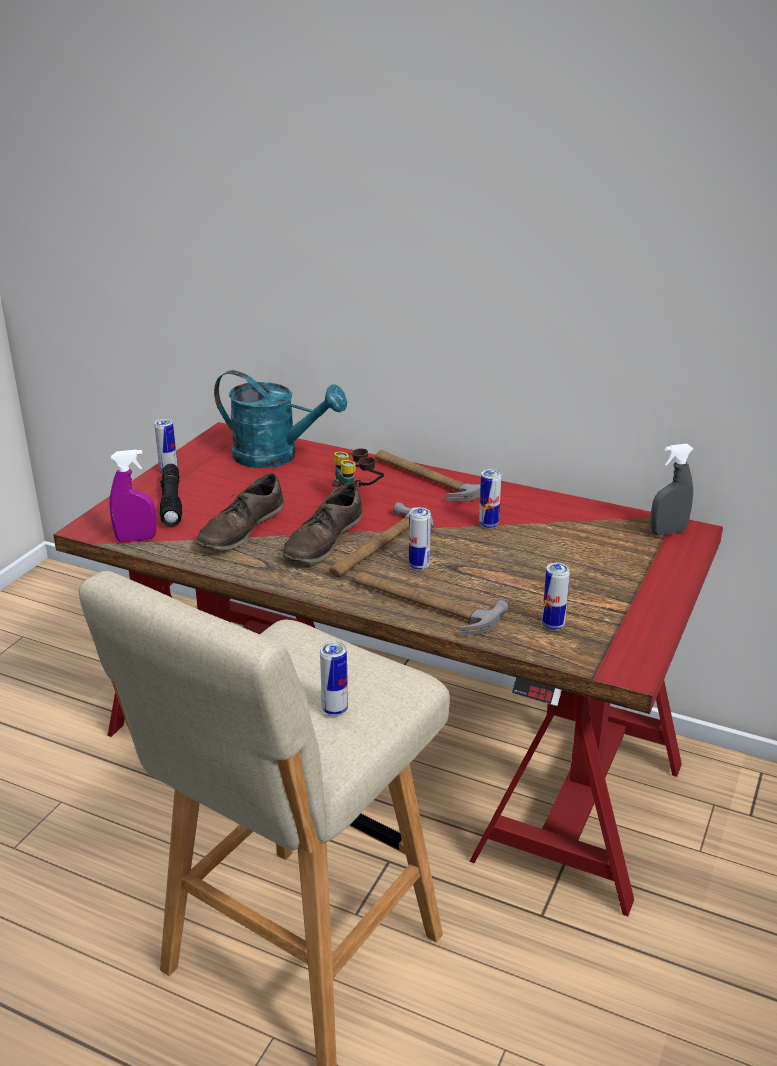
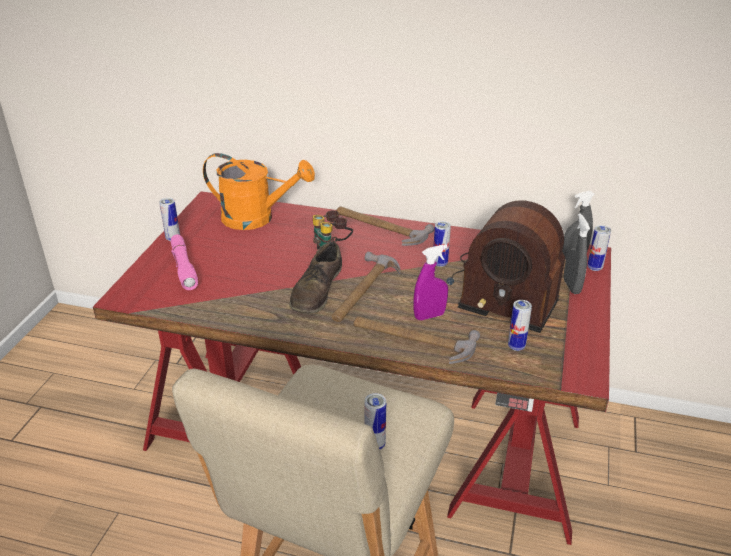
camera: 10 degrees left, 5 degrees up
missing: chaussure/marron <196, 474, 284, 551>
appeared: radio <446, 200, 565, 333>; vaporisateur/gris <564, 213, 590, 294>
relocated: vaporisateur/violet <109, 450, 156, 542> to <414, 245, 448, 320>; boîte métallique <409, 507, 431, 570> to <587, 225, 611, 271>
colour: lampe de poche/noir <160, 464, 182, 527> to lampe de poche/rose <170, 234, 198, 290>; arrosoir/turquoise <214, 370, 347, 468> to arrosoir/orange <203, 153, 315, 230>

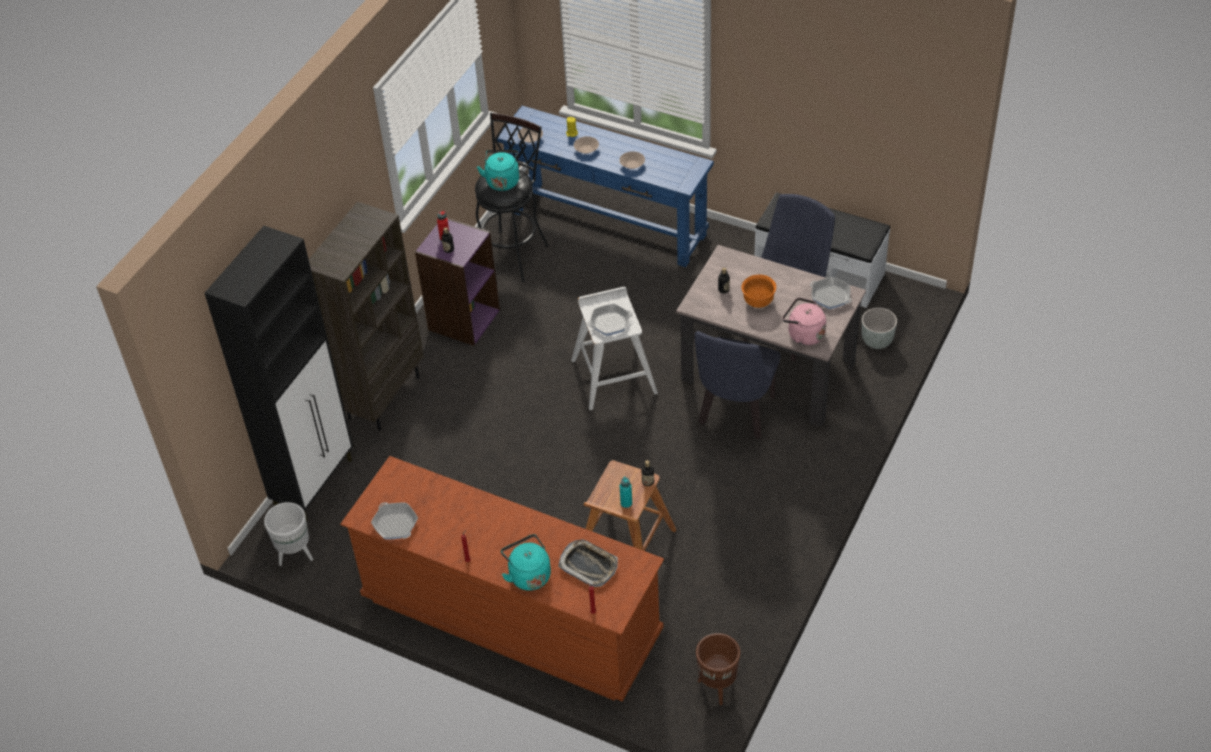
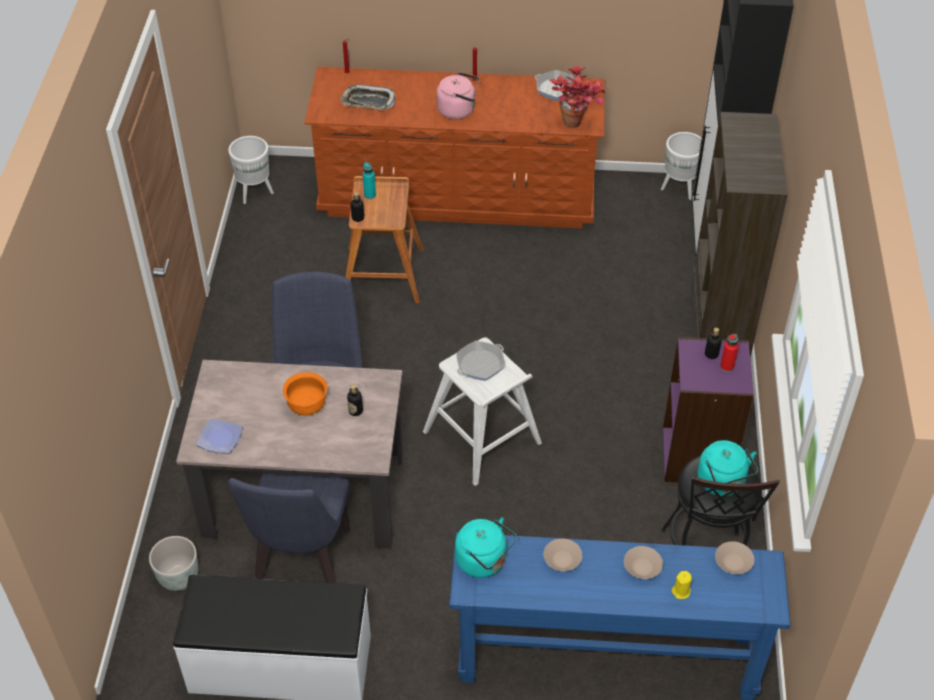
camera: 155 degrees right, 0 degrees up
appeared: plante en pot <549, 65, 606, 128>
relocated: bouilloire/turquoise <501, 534, 551, 591> to <455, 517, 517, 578>; bouilloire/rose <782, 297, 826, 346> to <436, 72, 480, 119>
exchanged: poêle <810, 277, 852, 309> to assiette <197, 419, 243, 453>
colour: cache-pot/marron <696, 633, 740, 705> to cache-pot/blanc <228, 136, 274, 204>

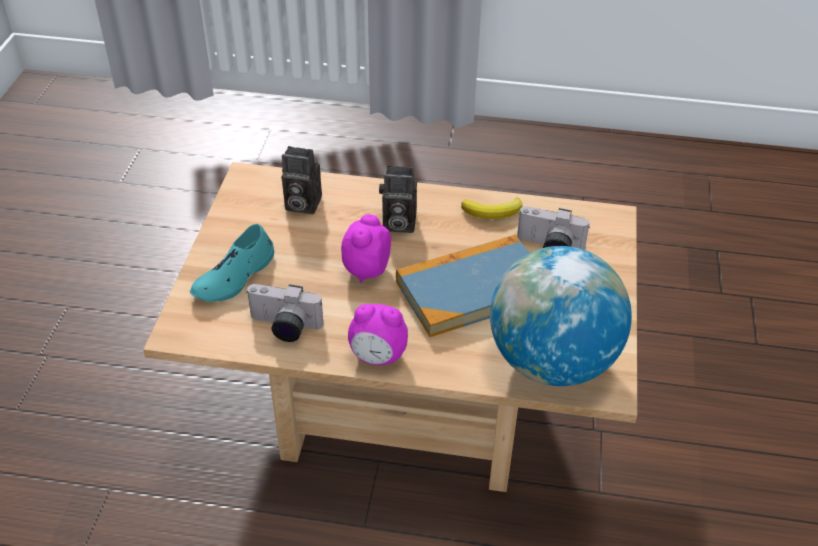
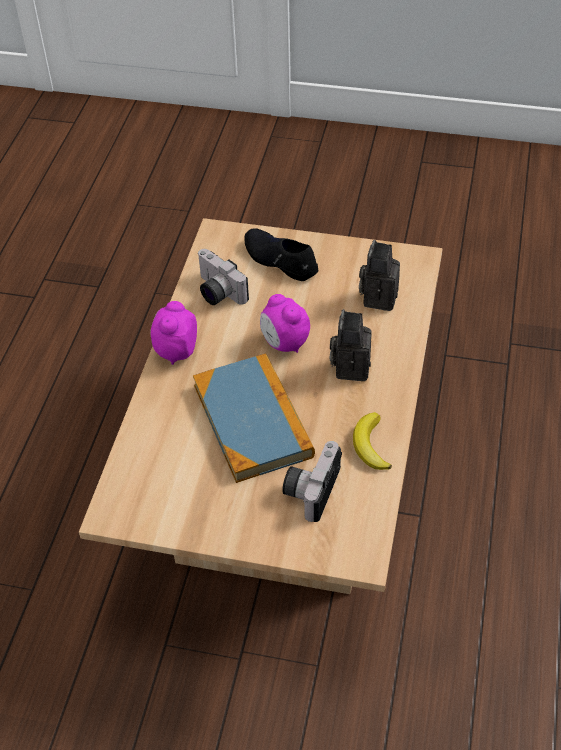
camera: 95 degrees right, 5 degrees up
missing: globe <490, 246, 632, 386>
colour: chaussure/turquoise <190, 223, 274, 302> to chaussure/noir <245, 228, 318, 281>
spun: appareil photo <247, 284, 323, 342> = <198, 249, 249, 305> 60 degrees counterclockwise; réveil <341, 214, 391, 283> = <260, 294, 310, 353> 150 degrees counterclockwise

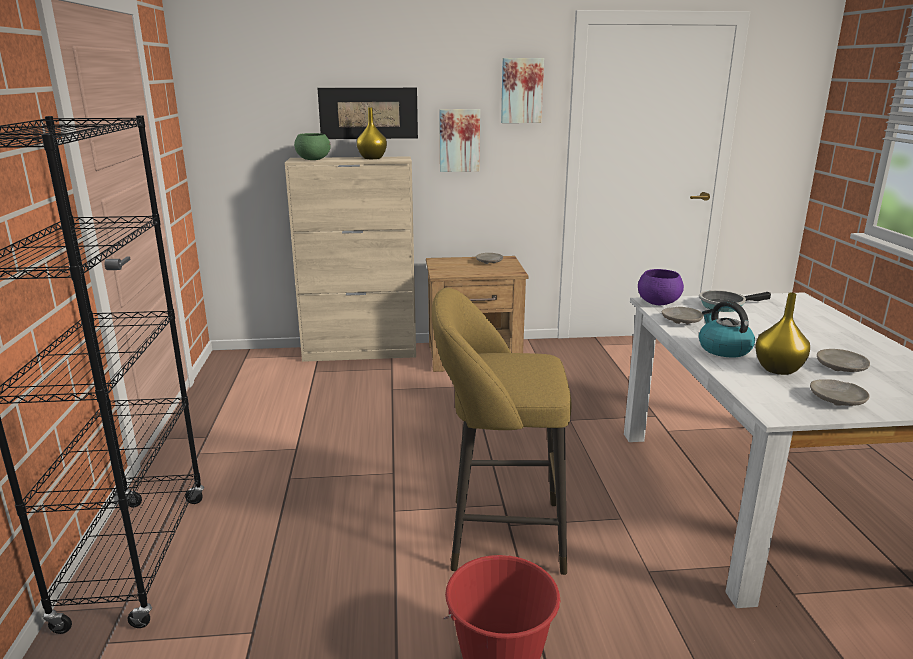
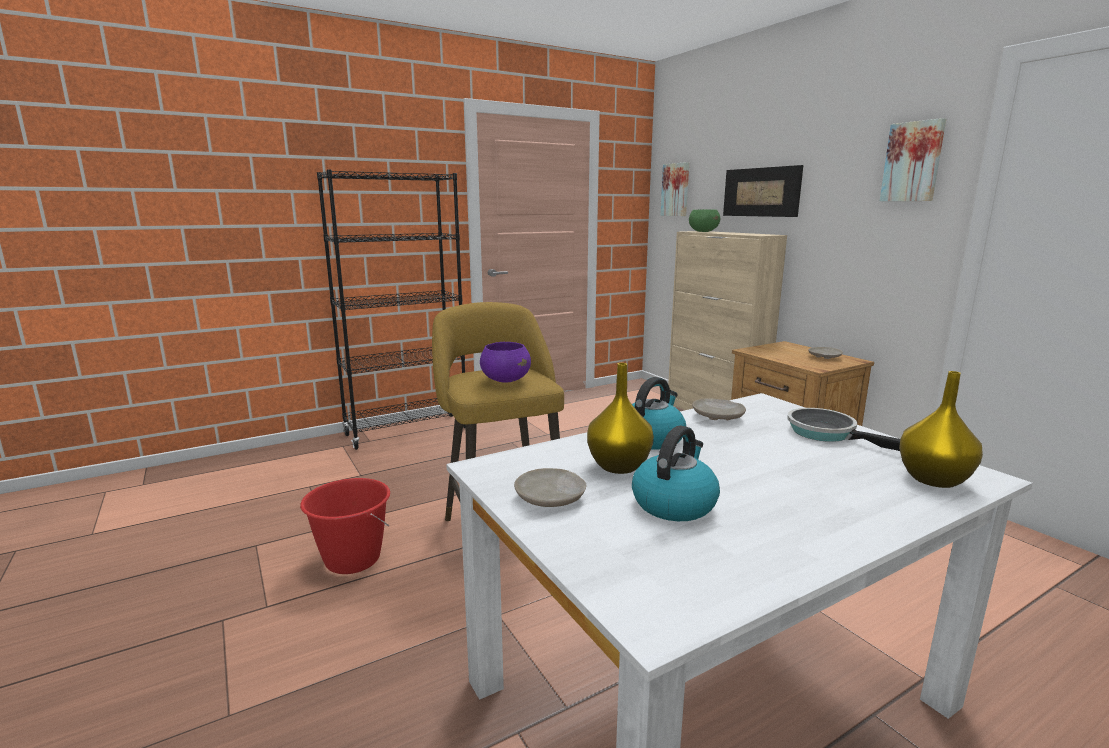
camera: 65 degrees right, 5 degrees down
relocated: vase/jaune <357, 107, 387, 159> to <899, 371, 983, 488>; tableau <439, 109, 480, 172> to <661, 162, 689, 216>; bol/violet <638, 269, 684, 305> to <480, 342, 531, 383>
exchanged: assiette/beige <817, 349, 870, 372> to bouilloire <632, 425, 720, 521>

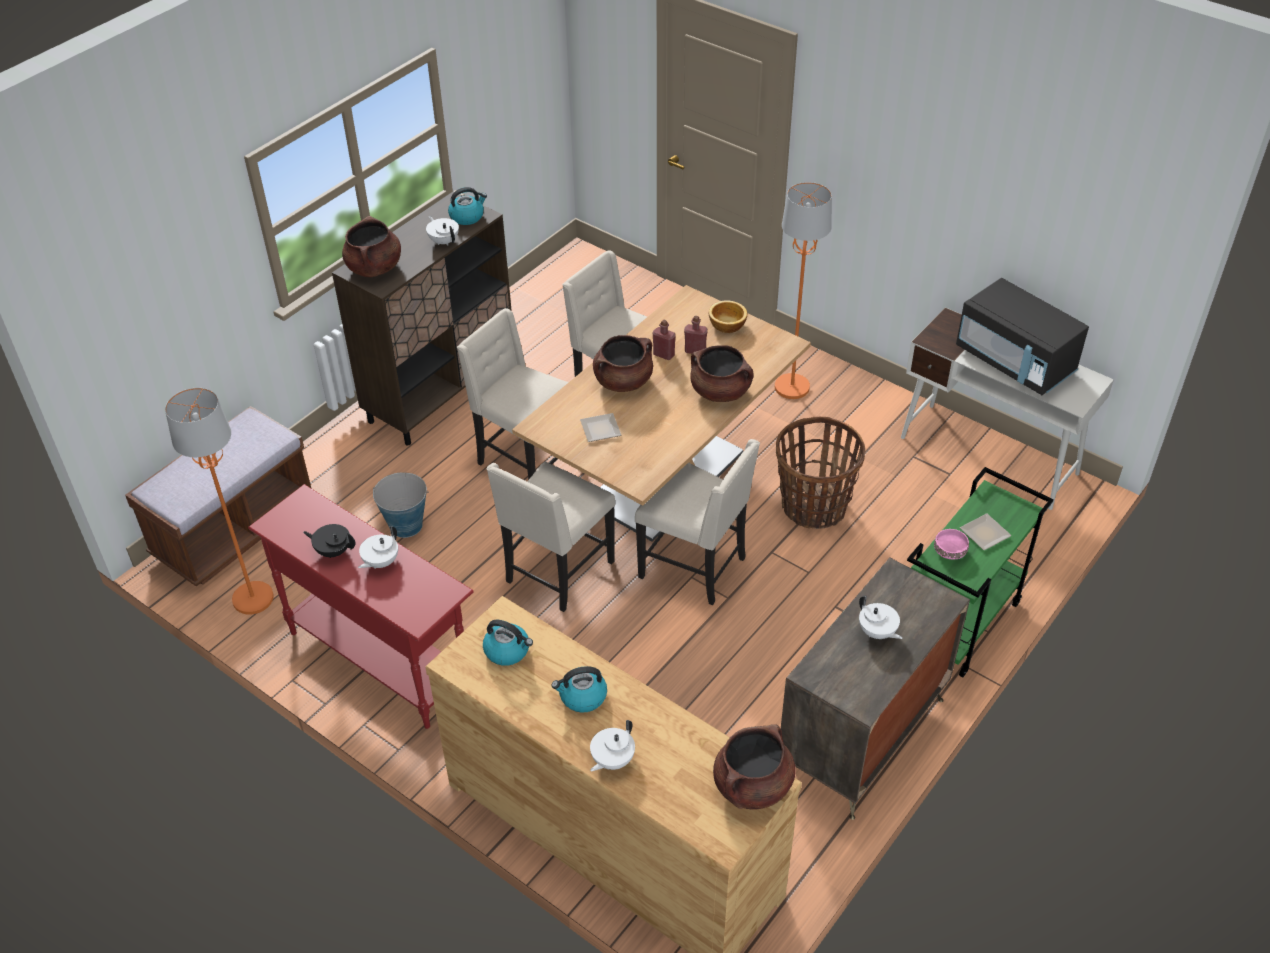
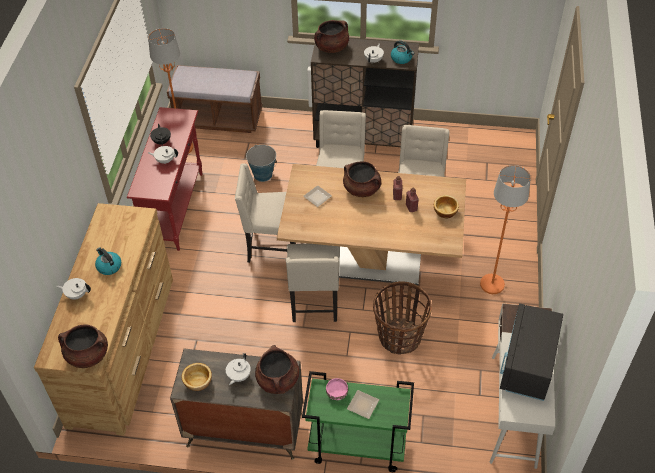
camera: 60 degrees right, 5 degrees up
missing: bouilloire <483, 620, 533, 666>
appeared: bol <182, 363, 212, 391>
relocated: marmite/marron <690, 345, 754, 402> to <255, 345, 299, 394>

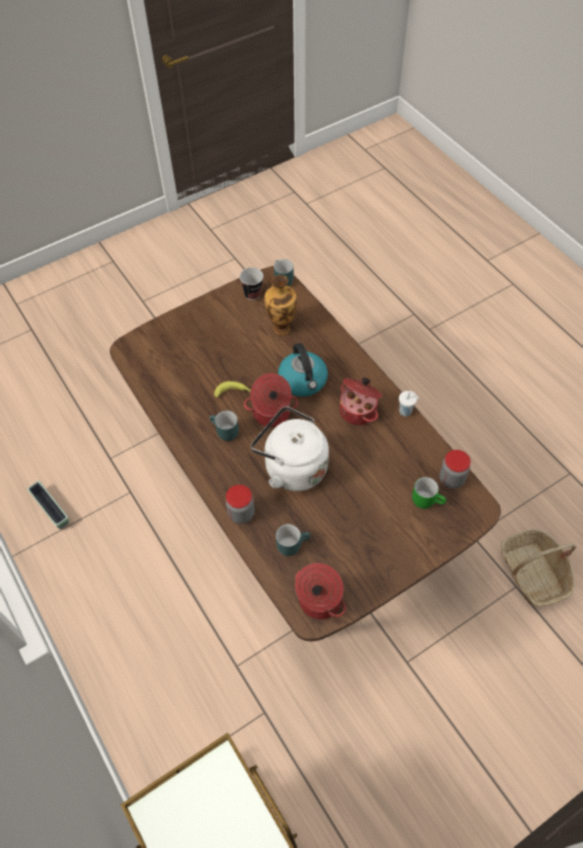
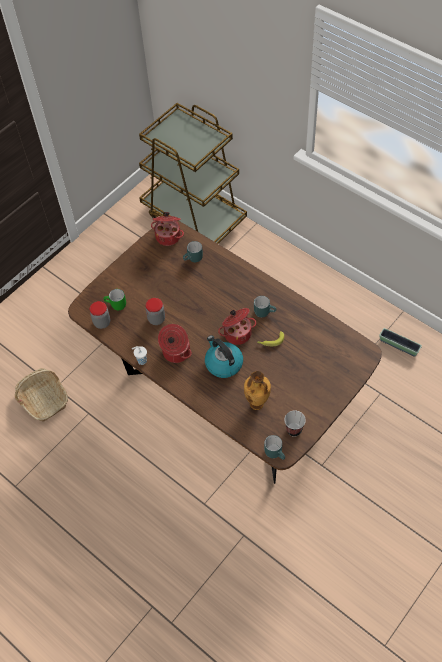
camera: 165 degrees right, 0 degrees up
missing: bouilloire/blanc <251, 406, 329, 491>
relocated: bocal <226, 485, 255, 524> to <146, 298, 165, 325>

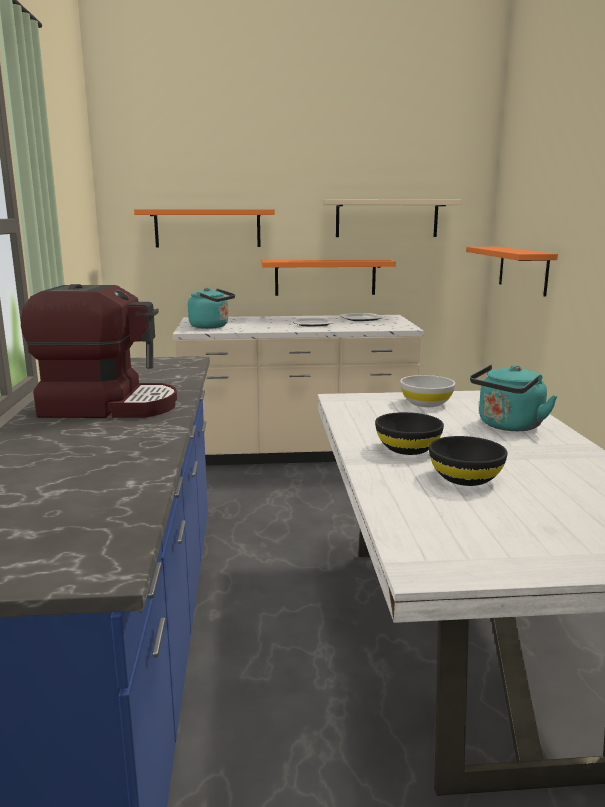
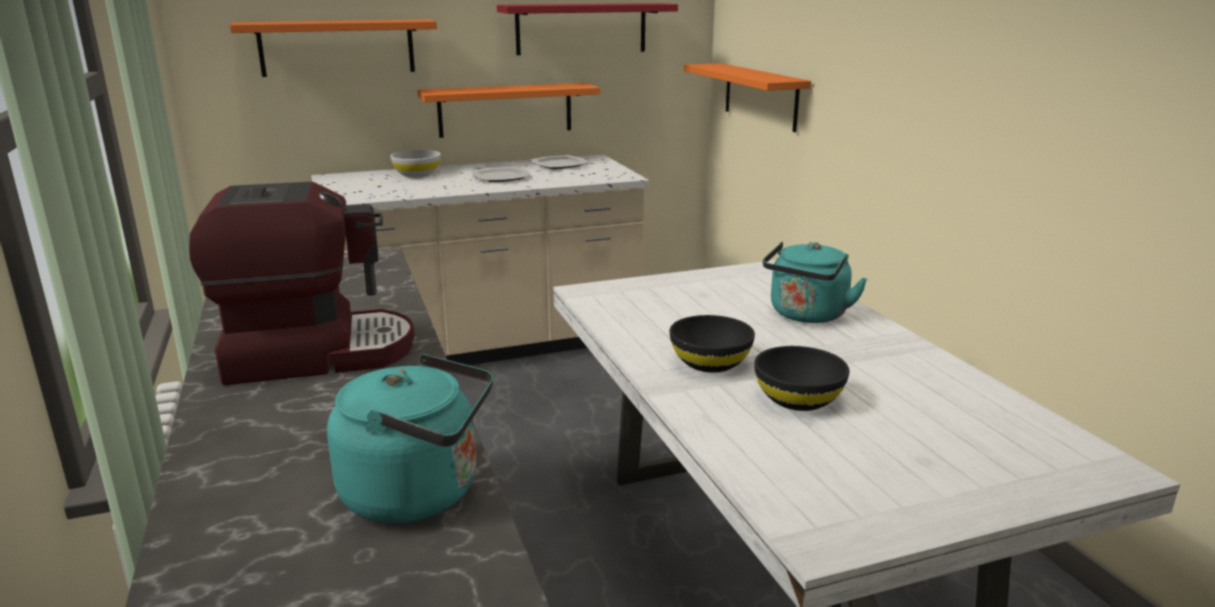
camera: 15 degrees left, 5 degrees up
relocated: bouilloire/turquoise <188, 288, 235, 329> to <327, 354, 493, 523>; bol/blanc <400, 375, 455, 407> to <390, 150, 441, 178>
colour: étagère/beige <323, 199, 462, 237> to étagère/rouge <497, 3, 678, 55>

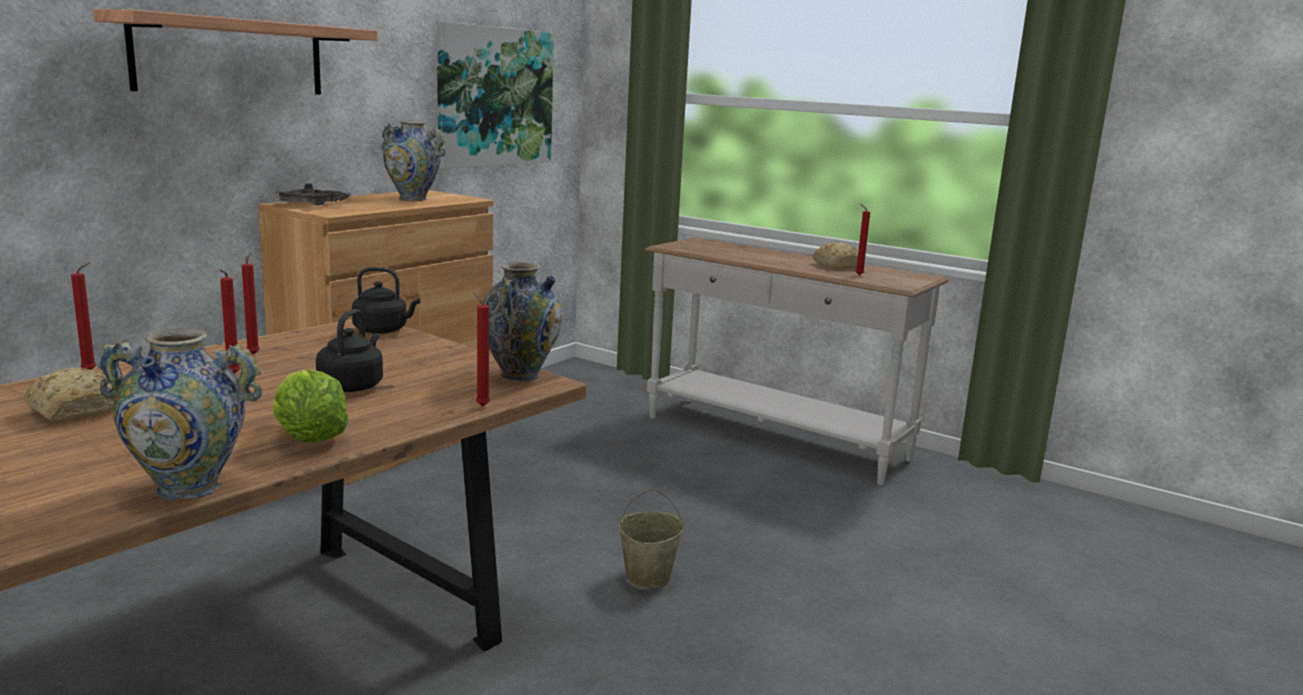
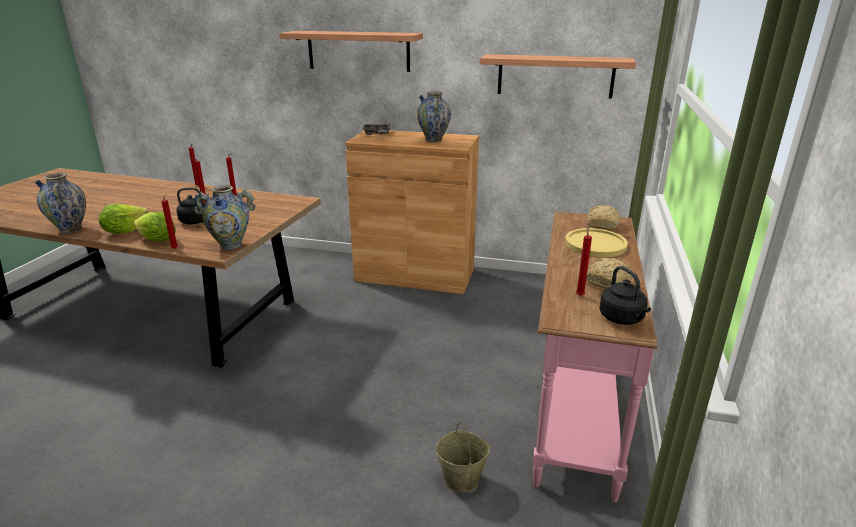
camera: 70 degrees right, 10 degrees up
appeared: laitue <133, 212, 176, 242>; assiette/jaune <565, 228, 628, 257>
relocated: pain <24, 368, 114, 422> to <587, 205, 620, 230>; bouilloire/noir <352, 267, 420, 334> to <599, 266, 651, 325>; seau/beige <618, 489, 684, 588> to <436, 423, 490, 492>
exchanged: tableau <437, 21, 554, 169> to étagère <480, 54, 636, 99>
colour: table console/blanc <645, 237, 948, 485> to table console/rose <532, 212, 657, 502>

